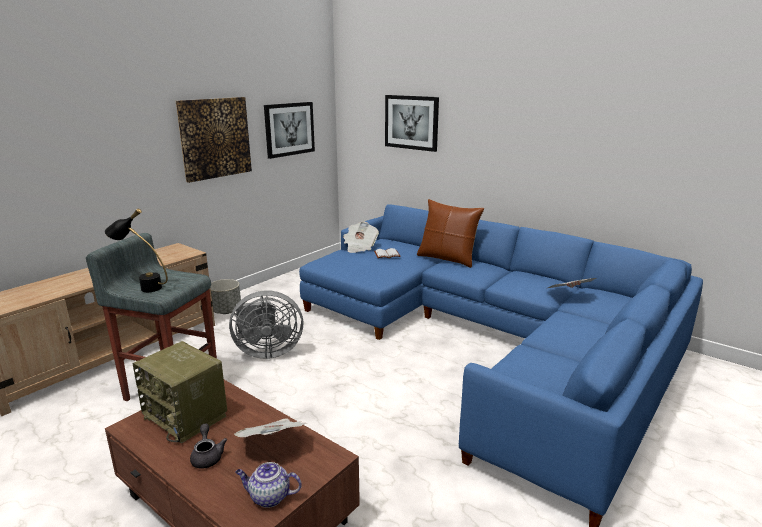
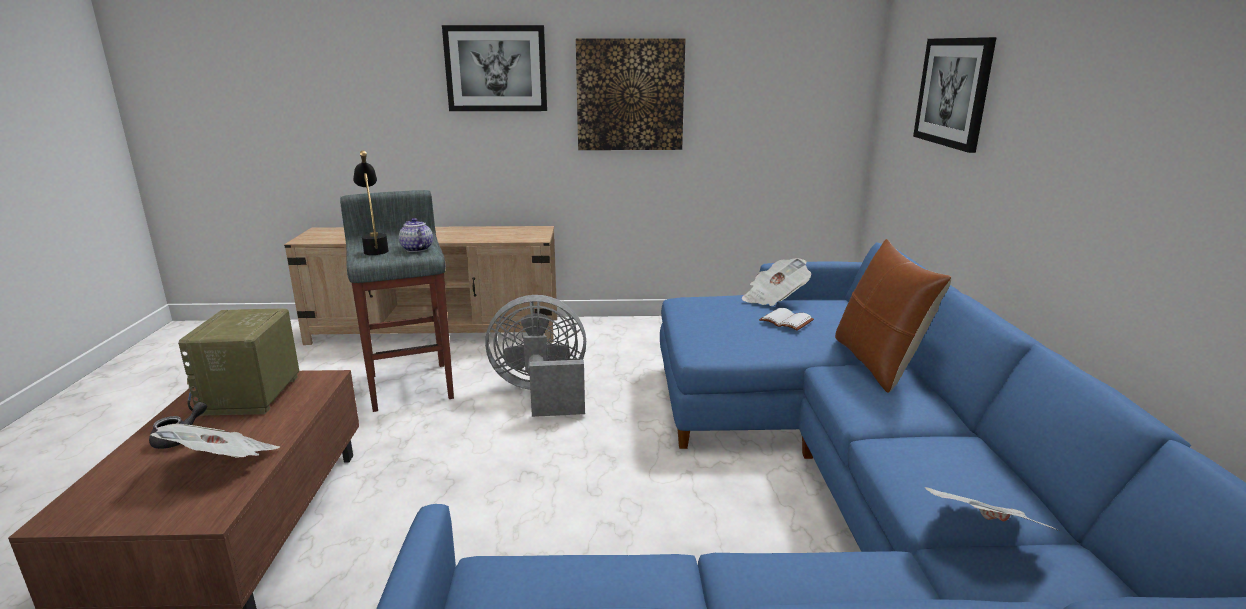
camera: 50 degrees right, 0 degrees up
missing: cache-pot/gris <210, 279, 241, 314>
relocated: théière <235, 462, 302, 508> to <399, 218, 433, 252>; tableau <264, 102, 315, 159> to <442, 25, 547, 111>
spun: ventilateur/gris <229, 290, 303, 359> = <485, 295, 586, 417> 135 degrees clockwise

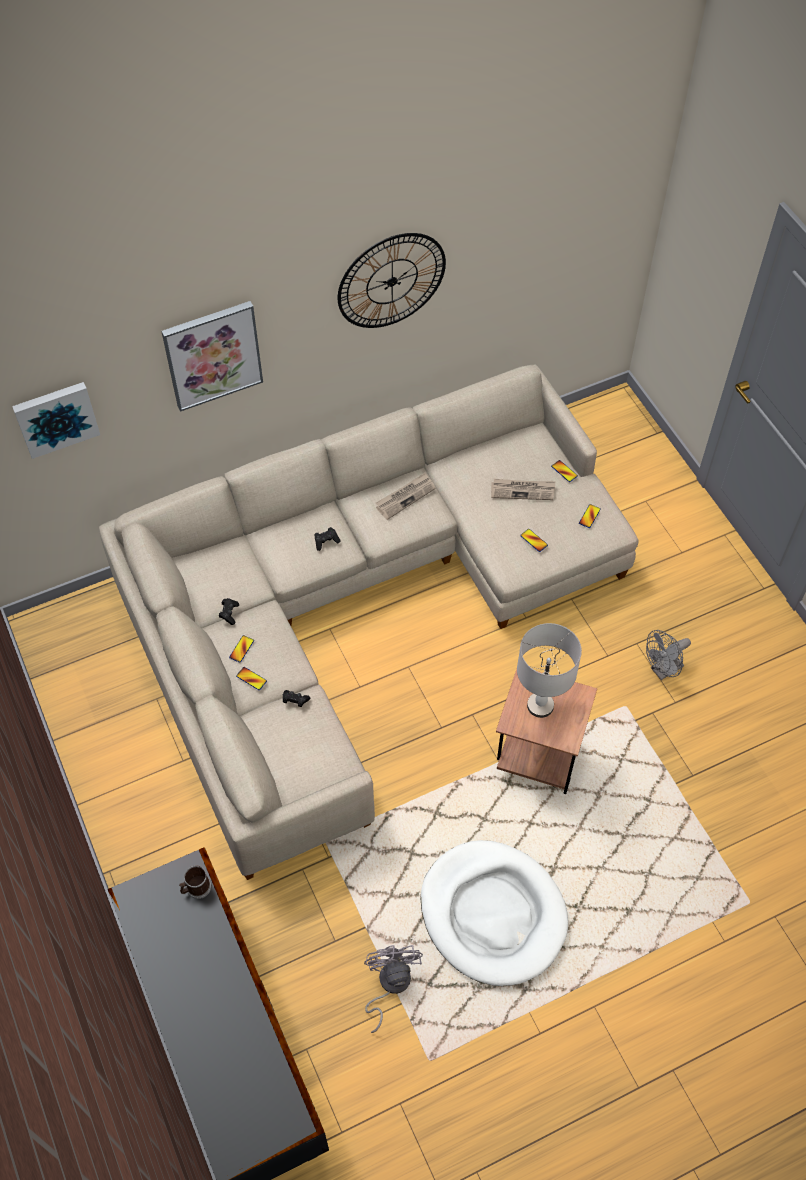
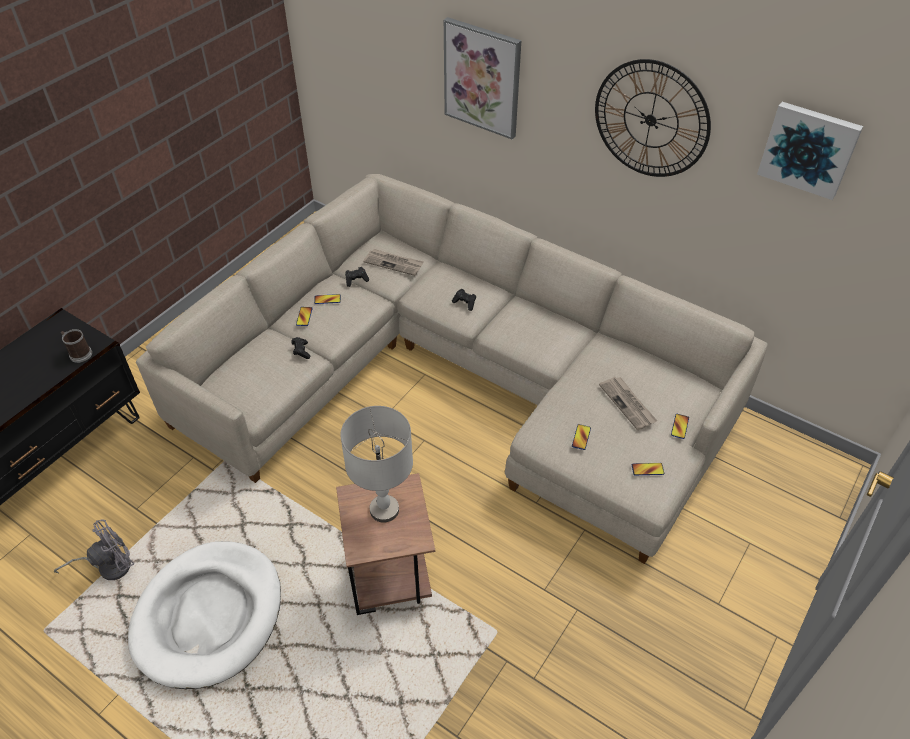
camera: 60 degrees right, 10 degrees down
missing: ventilateur/gris <646, 630, 691, 680>
relocated: tableau <12, 382, 100, 459> to <757, 102, 863, 200>; journal <376, 473, 435, 520> to <363, 249, 424, 276>

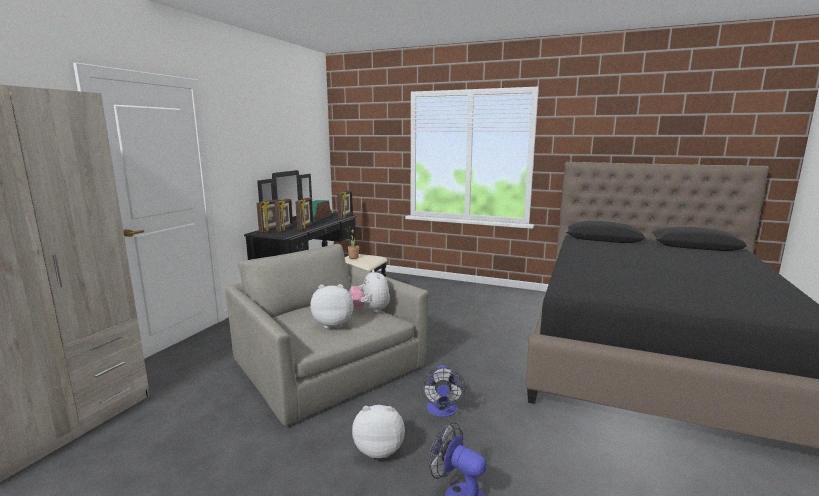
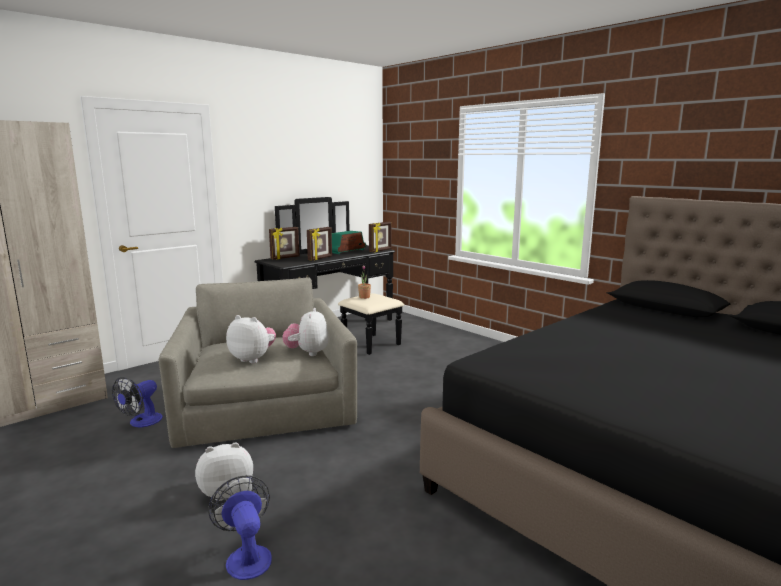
camera: 25 degrees right, 0 degrees up
missing: cadre photo <274, 199, 293, 231>
relocated: ventilateur <421, 365, 466, 417> to <112, 377, 163, 427>
spun: peluche <352, 405, 405, 458> = <195, 442, 253, 501> 45 degrees counterclockwise

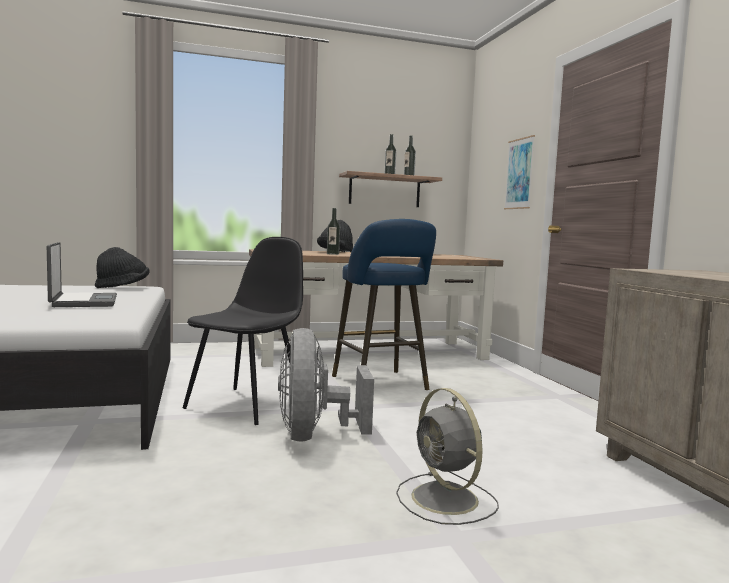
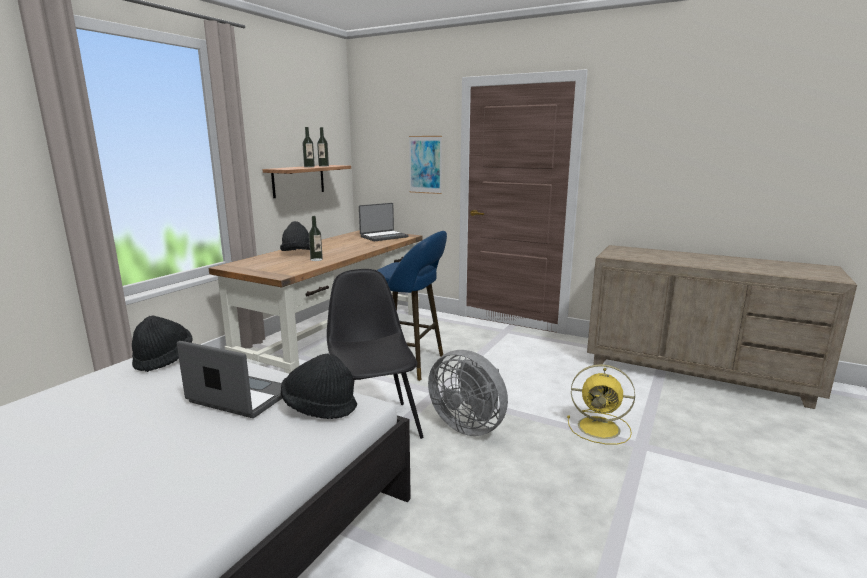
camera: 45 degrees left, 10 degrees up
appeared: chapeau/noir <281, 354, 357, 419>; ordinateur portable <359, 203, 409, 241>
colour: ventilateur/gris <396, 388, 499, 525> to ventilateur/jaune <567, 364, 635, 445>

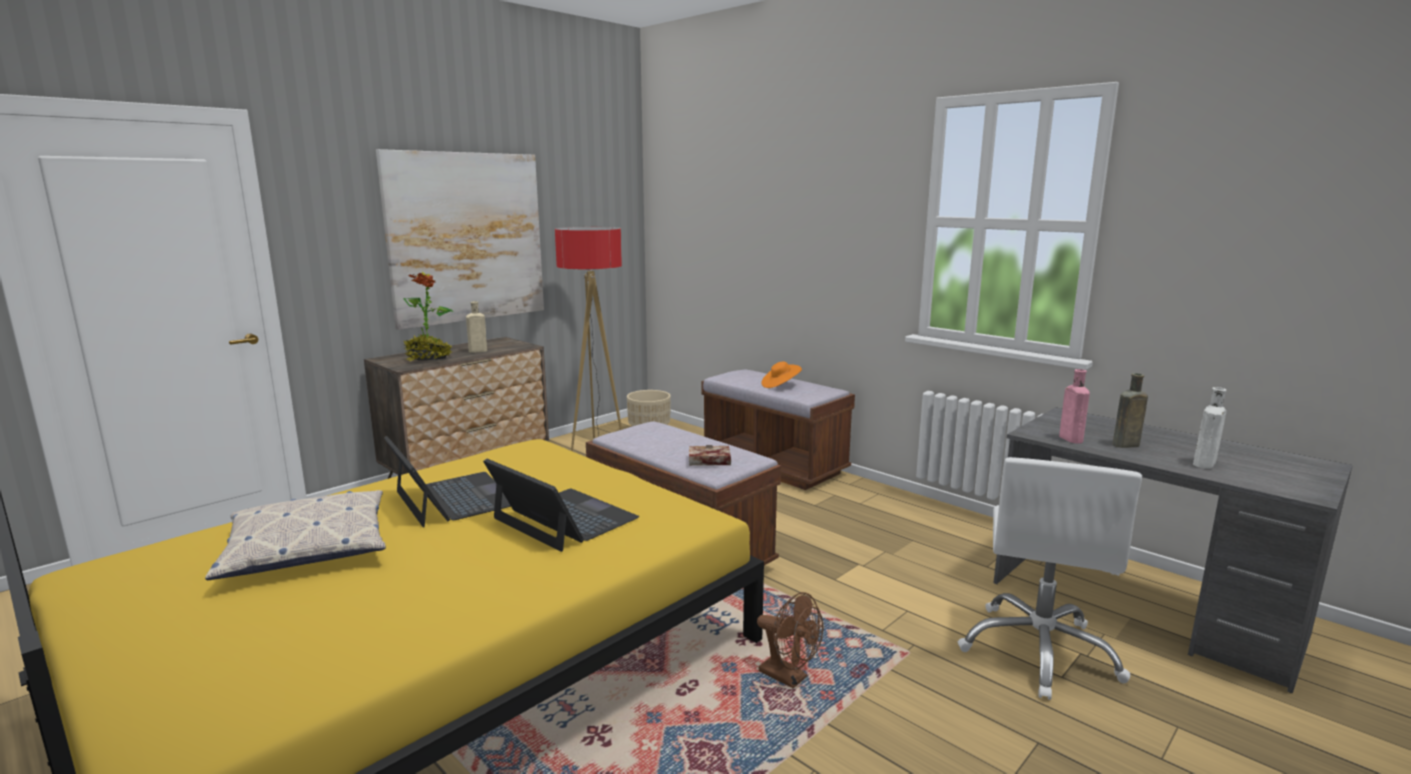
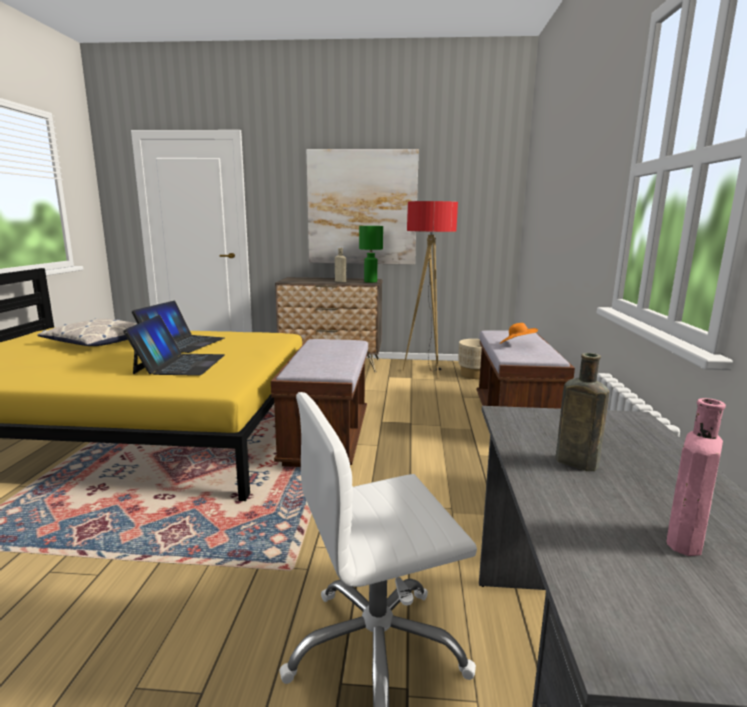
camera: 50 degrees right, 0 degrees up
missing: plante en pot <403, 272, 453, 361>; livre <689, 445, 731, 466>; ventilateur/marron <757, 592, 823, 688>; bouteille/blanc <1193, 387, 1227, 469>
appeared: lampe de table/vert <359, 226, 383, 283>
relocated: bouteille/rose <1059, 369, 1090, 444> to <667, 398, 726, 556>

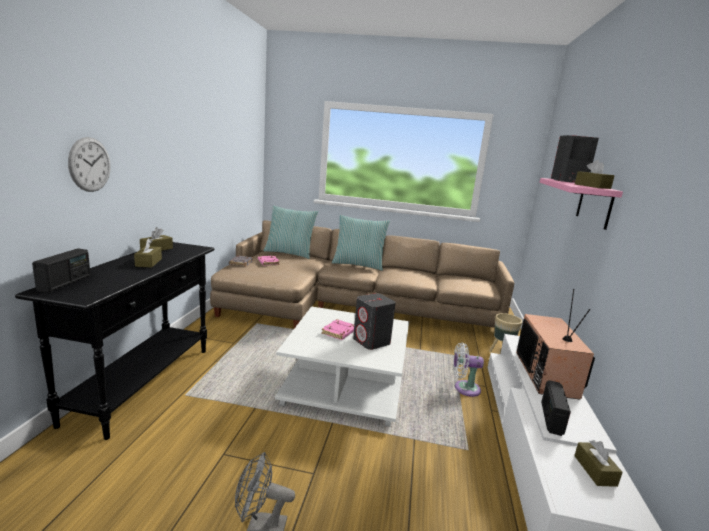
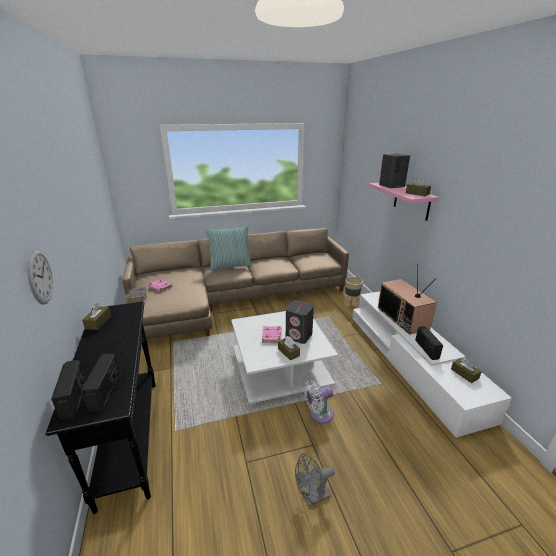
camera: 25 degrees left, 10 degrees up
missing: coussin <264, 205, 318, 259>
appeared: radio <81, 354, 120, 412>
relocated: boîte à mouchoirs/marron <134, 238, 162, 268> to <278, 336, 300, 360>; ventilateur/blanc <453, 343, 484, 397> to <304, 380, 334, 423>

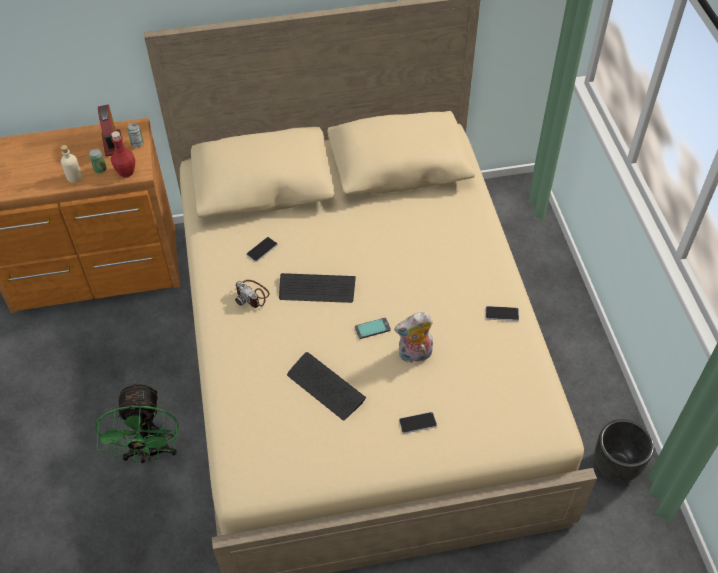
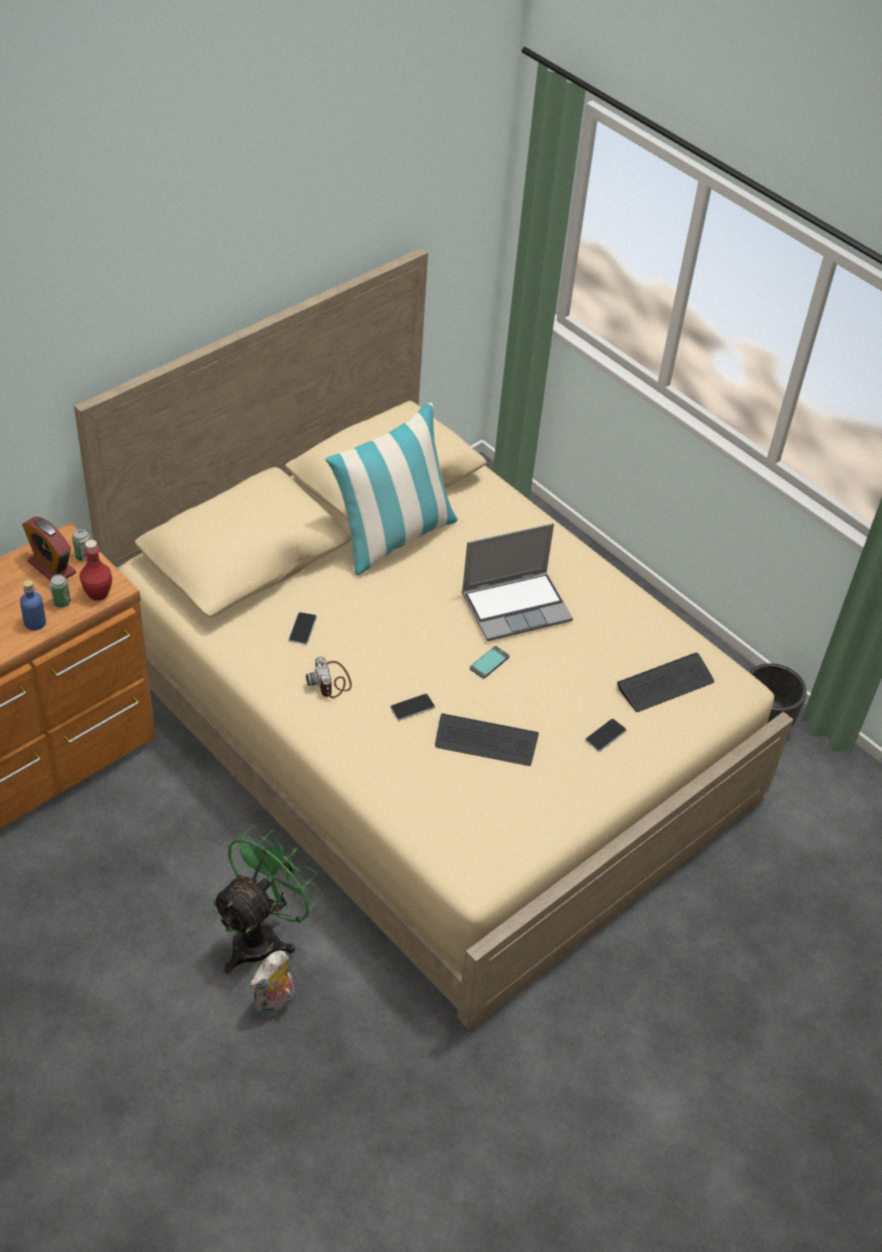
camera: 35 degrees left, 5 degrees down
appeared: coussin <325, 403, 458, 575>; ordinateur portable <462, 523, 573, 641>
relocated: clavier <279, 273, 356, 303> to <617, 653, 714, 712>; peluche <394, 312, 433, 363> to <250, 951, 294, 1016>; téléphone <486, 306, 519, 321> to <390, 694, 435, 720>
colour: bouteille/beige <61, 145, 82, 183> to bouteille/bleu <20, 580, 46, 631>
spun: ventilateur/vert <95, 381, 178, 463> = <211, 826, 323, 974> 105 degrees counterclockwise; appareil photo <235, 280, 270, 308> = <306, 656, 352, 698> 60 degrees clockwise

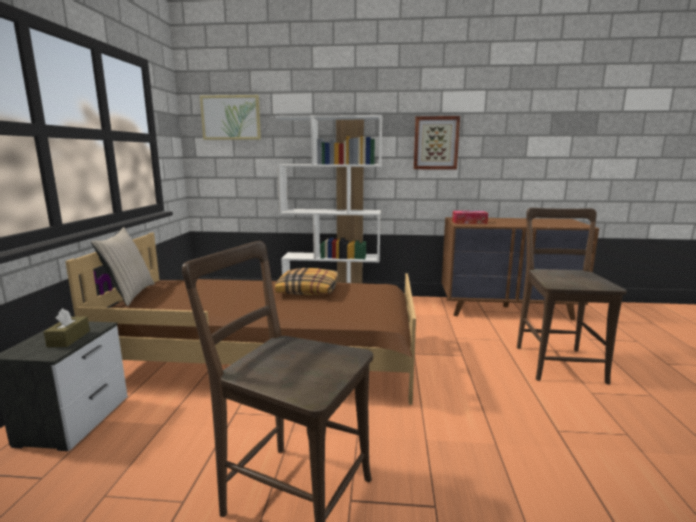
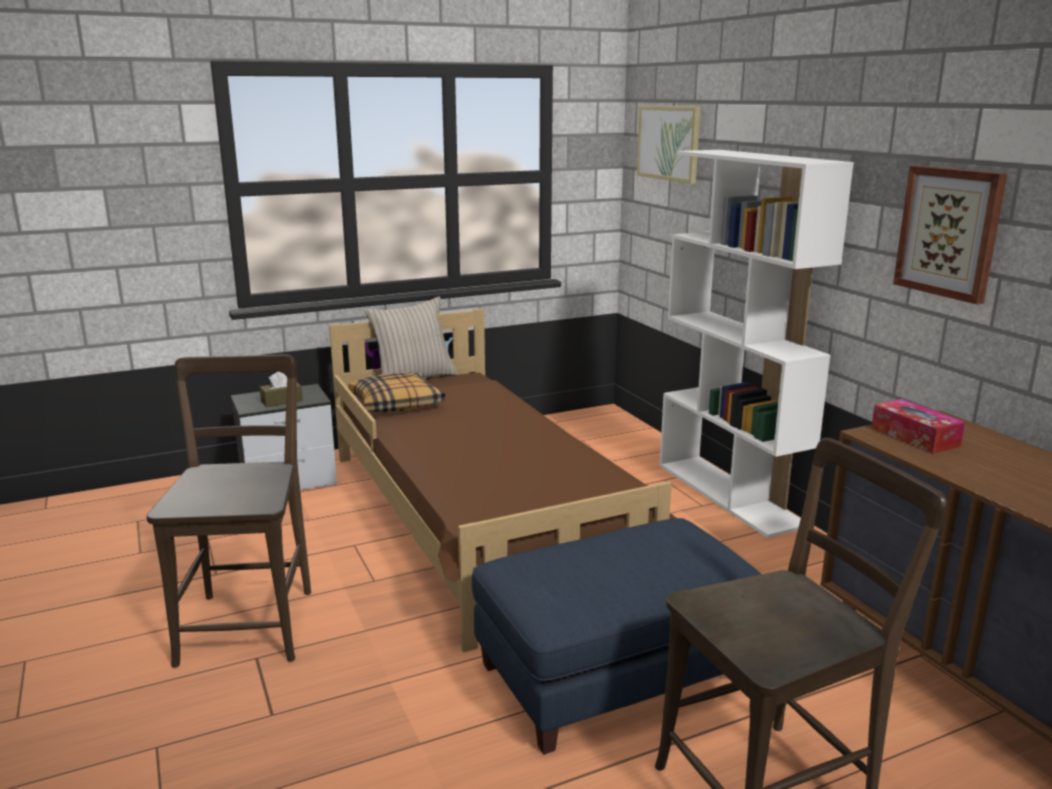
camera: 60 degrees right, 5 degrees up
appeared: pouf/bleu <472, 518, 761, 754>
relocated: coussin <275, 268, 338, 295> to <348, 372, 445, 413>

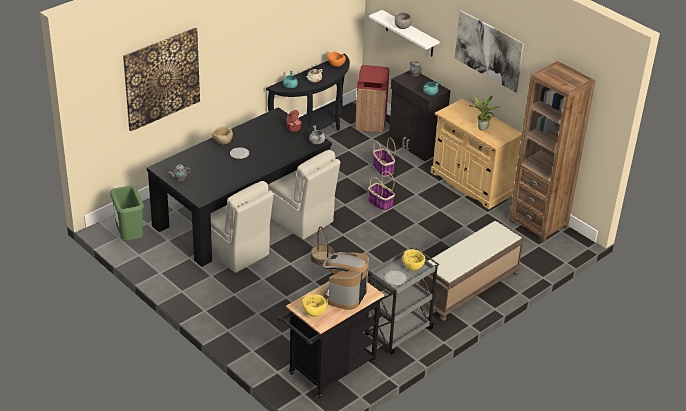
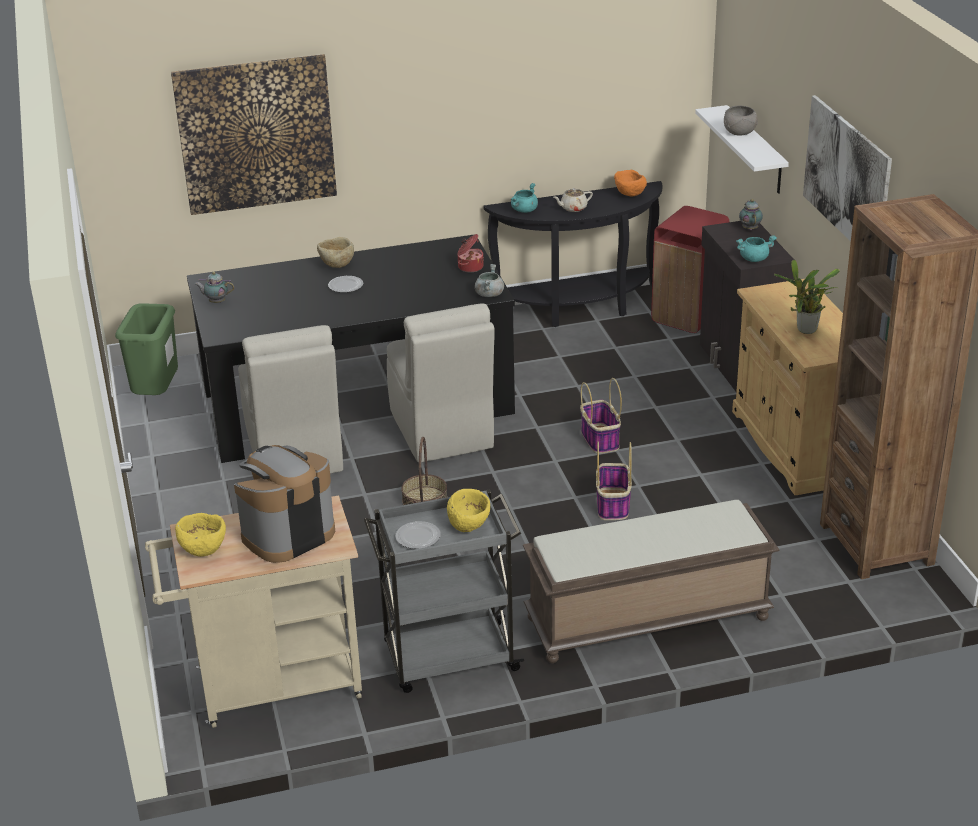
camera: 30 degrees right, 5 degrees down
relocated: panier <373, 138, 395, 177> to <596, 441, 632, 520>
colour: chariot/noir <278, 281, 384, 398> to chariot/beige <145, 495, 362, 728>

